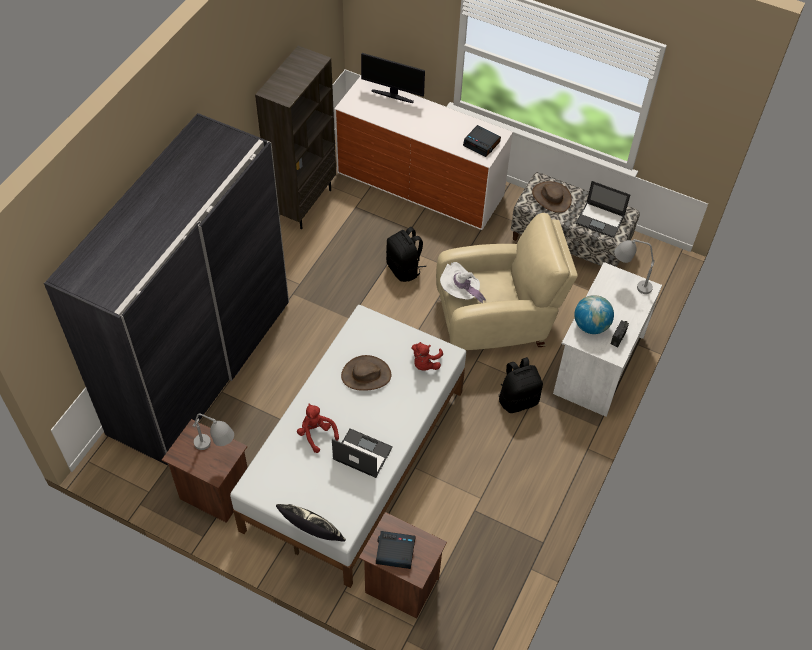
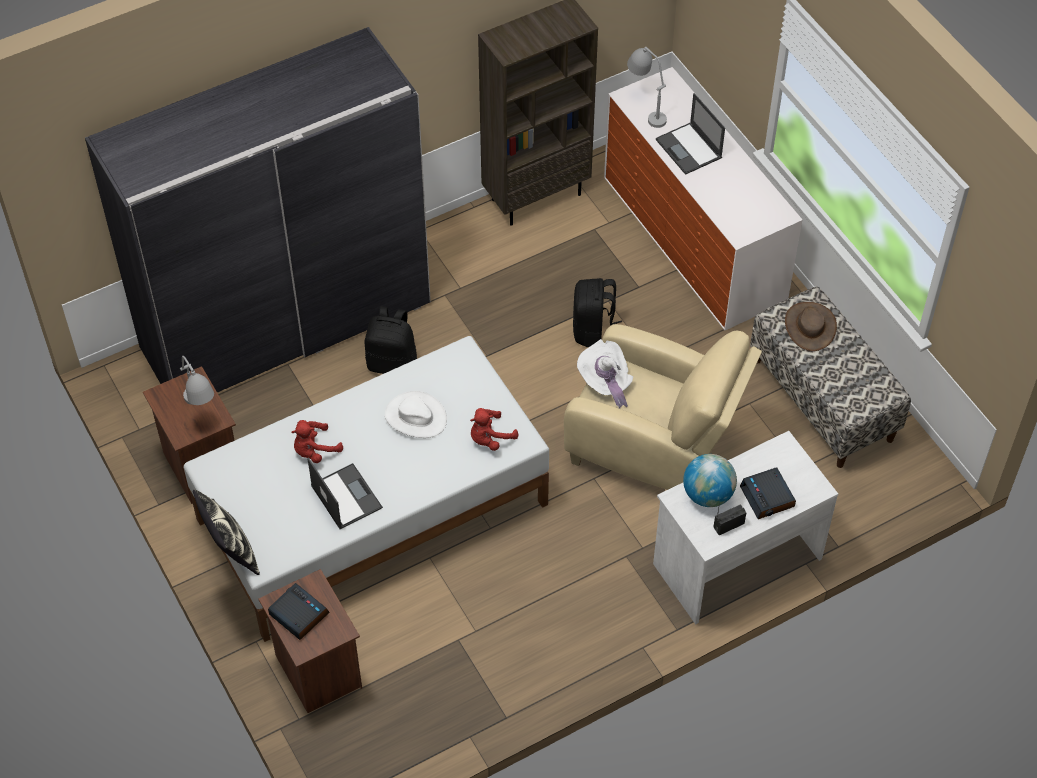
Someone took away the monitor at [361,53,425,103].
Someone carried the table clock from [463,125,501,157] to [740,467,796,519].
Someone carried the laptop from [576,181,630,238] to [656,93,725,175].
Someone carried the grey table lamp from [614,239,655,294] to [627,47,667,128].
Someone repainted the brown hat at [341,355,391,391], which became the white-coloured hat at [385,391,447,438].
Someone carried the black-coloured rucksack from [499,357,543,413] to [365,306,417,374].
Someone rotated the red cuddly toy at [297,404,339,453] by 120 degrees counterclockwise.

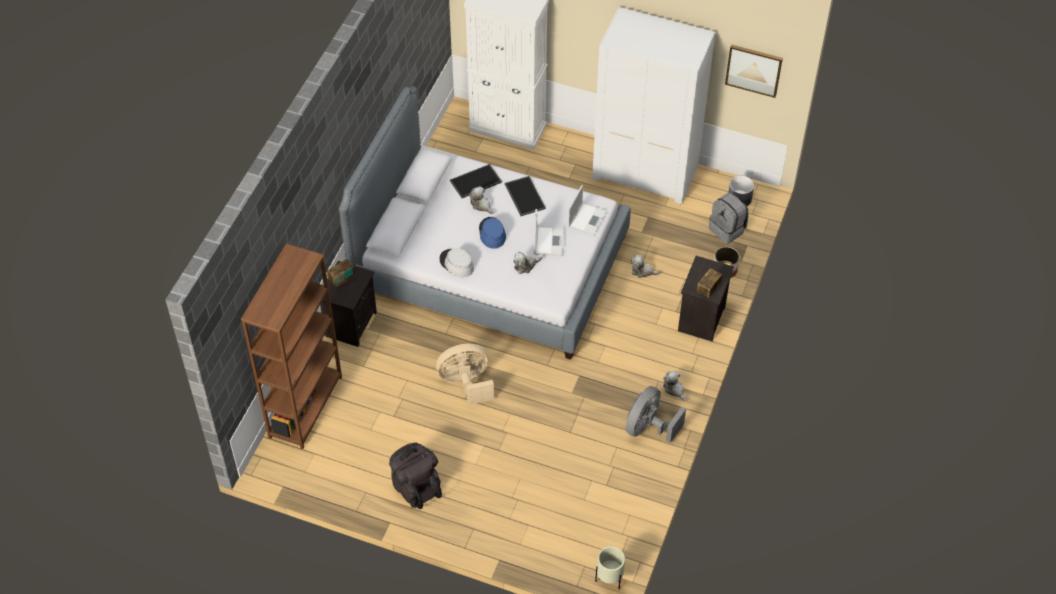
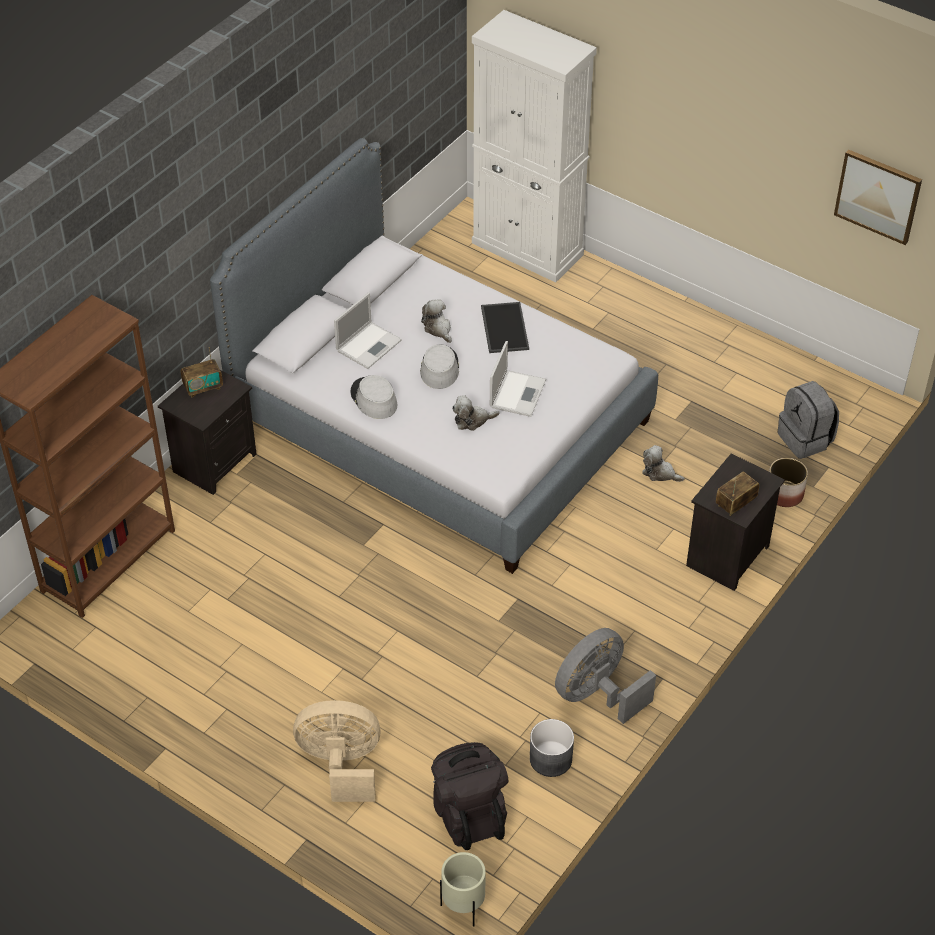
Someone took away the white-coloured wardrobe at [592,7,715,204].
Someone took away the carrying tray at [450,164,502,198].
Someone carried the grey flower pot from [728,176,754,206] to [530,719,574,777].
Someone carried the laptop from [568,185,607,236] to [334,292,402,369].
Someone repainted the bluish hat at [479,217,506,249], which became the grey hat at [420,344,459,389].
Someone carried the beige fan from [436,344,494,405] to [293,700,381,802].
Someone took away the cuddly toy at [663,371,687,401].
Someone carried the black-coloured rucksack from [389,443,442,509] to [431,742,508,850].

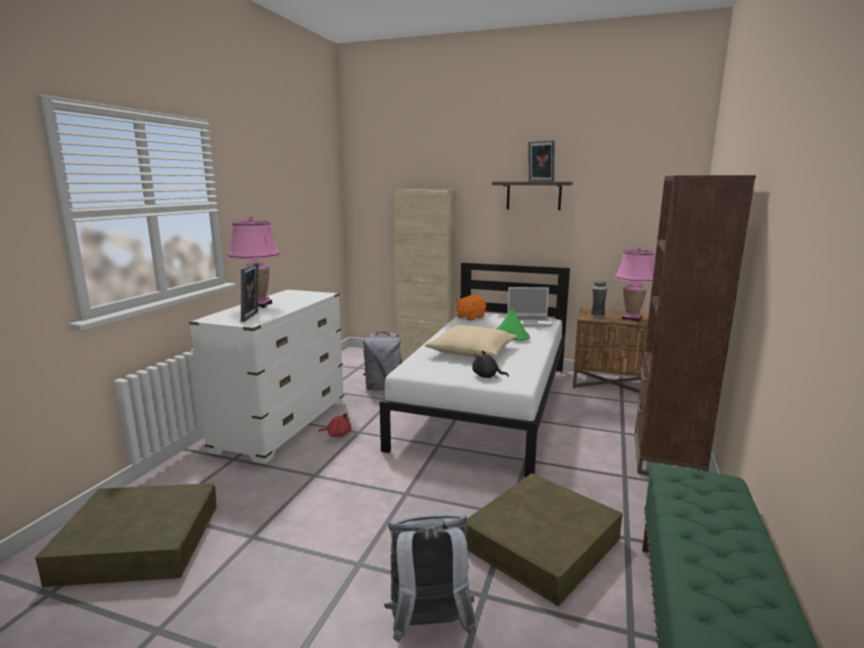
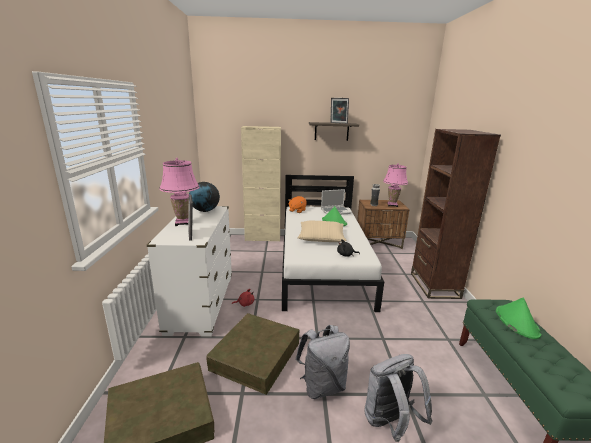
Someone carried the grey rucksack from [363,332,402,390] to [295,325,350,399].
Someone carried the brown storage container from [466,473,623,606] to [206,313,299,395].
Someone put down the world globe at [189,182,220,212].
Someone put down the green hat at [496,297,541,339].

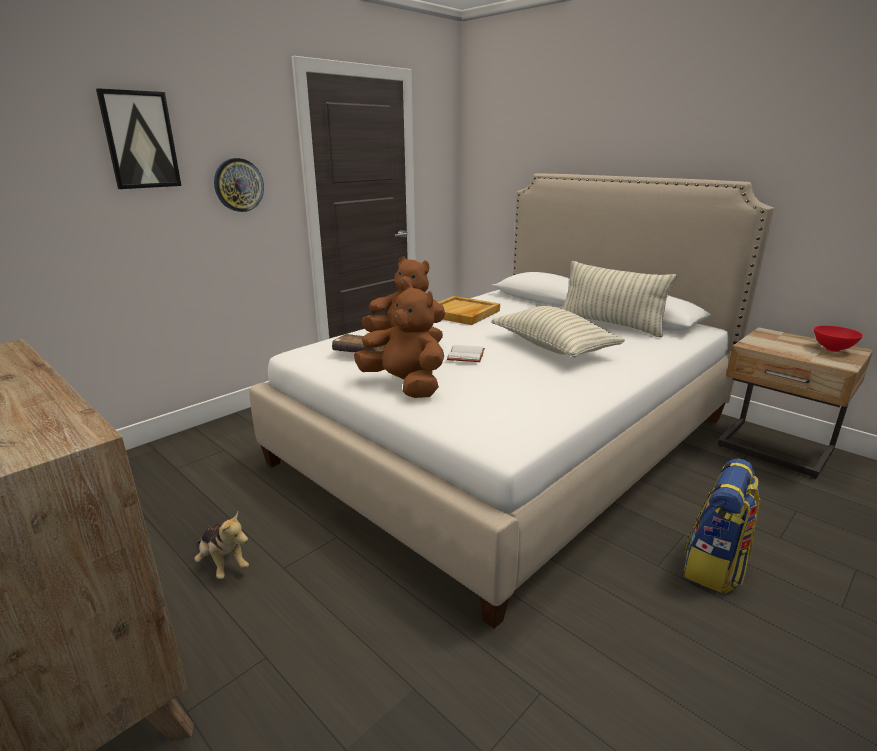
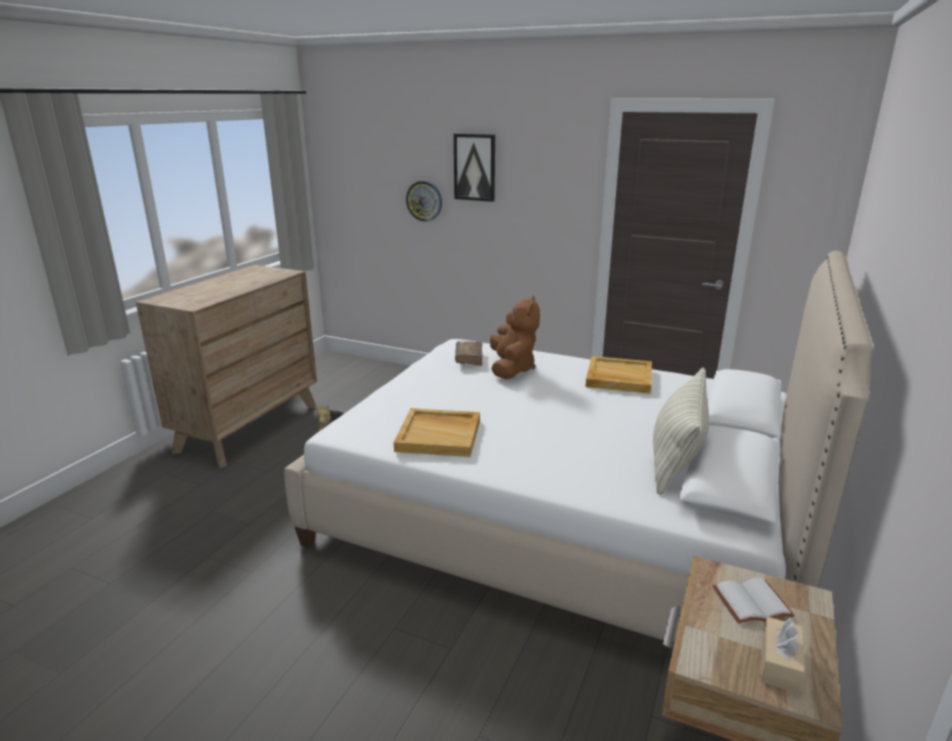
Someone carried the wall clock from [214,158,264,212] to [406,181,442,222].
Someone took away the brown cuddly toy at [354,284,444,398].
Someone took away the cushion at [491,306,625,357].
Someone swapped the red serving bowl at [814,325,863,352] for the beige box of tissues at [761,617,805,694].
Someone carried the white-coloured book from [447,345,485,362] to [713,578,795,623].
Someone took away the rucksack at [684,458,760,594].
Someone put down the beige carrying tray at [394,408,480,457].

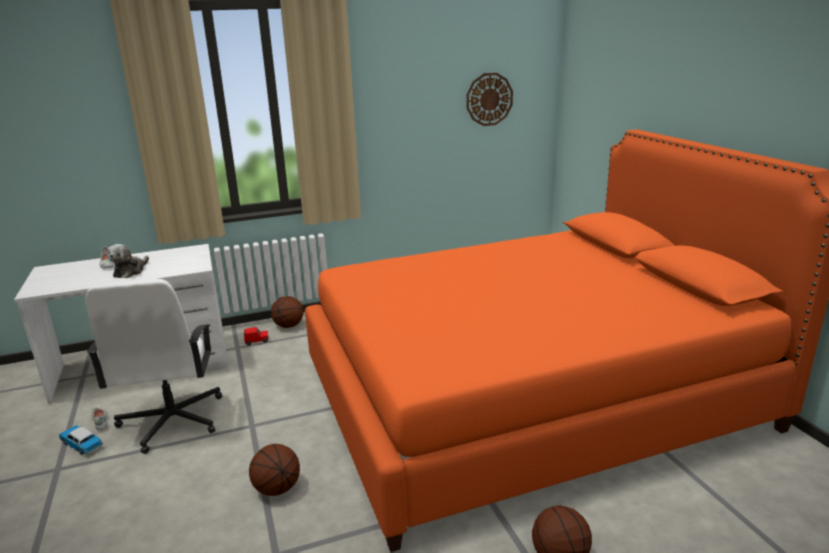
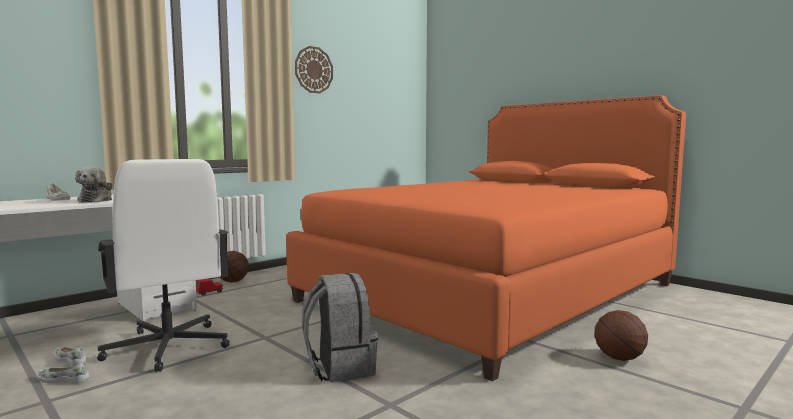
Someone carried the wall clock from [466,73,513,126] to [295,46,333,93].
Someone swapped the miniature car at [59,425,103,455] for the white-coloured low shoe at [36,362,89,384].
Someone swapped the ball for basketball at [249,444,300,496] for the grey rucksack at [302,273,378,383].

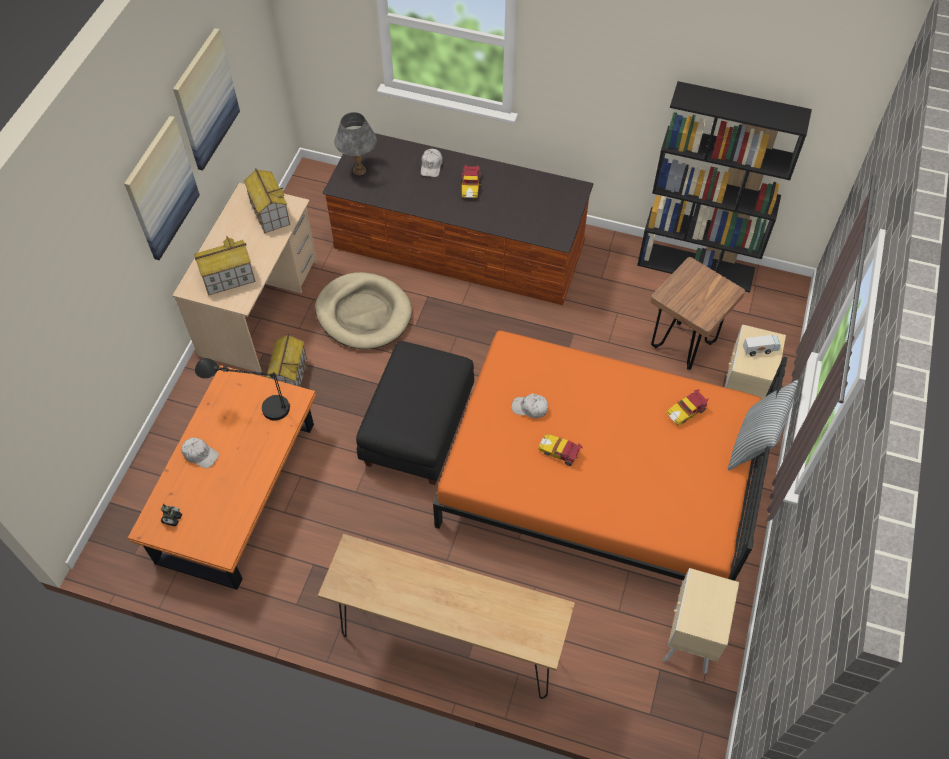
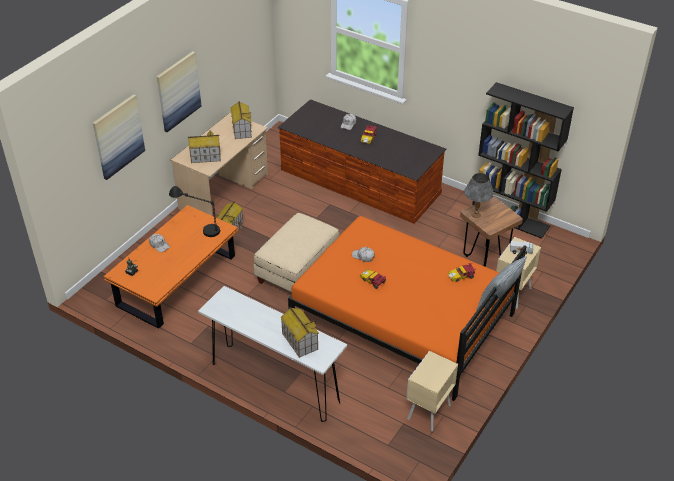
Someone carried the wall art from [173,28,240,170] to [93,94,145,180].
Someone carried the grey table lamp from [334,112,377,175] to [464,173,494,218].
Someone took away the beige dog cushion at [315,272,412,349].
Someone repainted the black-coloured footrest at [356,341,474,485], which became the beige footrest at [253,213,340,292].
Someone repainted the brown narrow table at [318,534,575,699], which became the white-coloured narrow table at [198,286,347,422].
Someone put down the miniature house at [280,307,319,358].

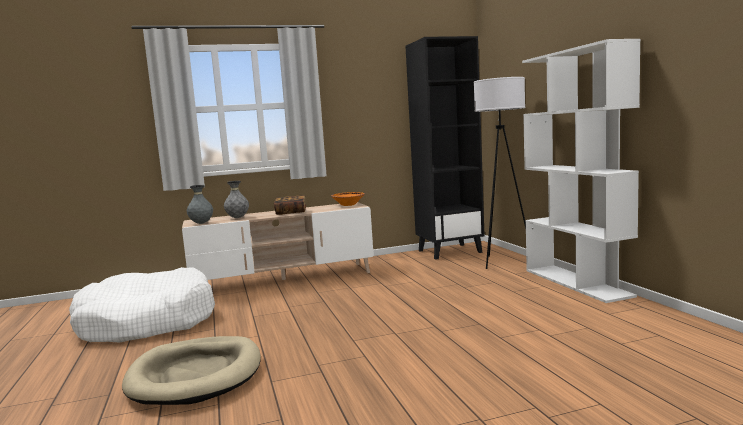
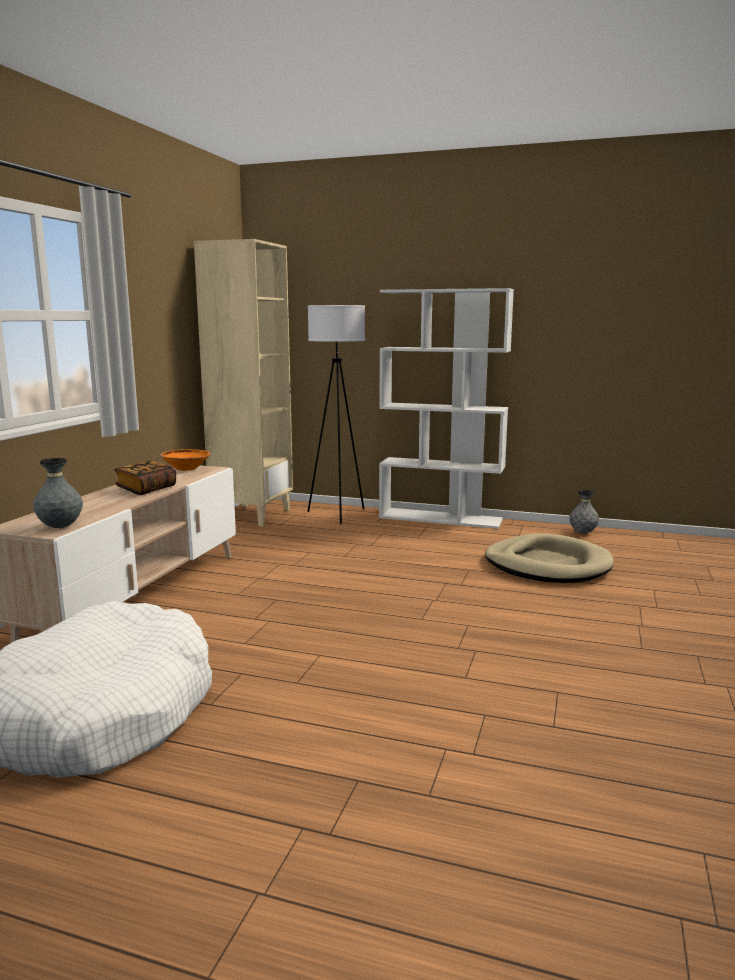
Someone repainted the black-coloured bookshelf at [405,36,485,260], which became the beige bookshelf at [194,239,293,527].
Someone carried the grey decorative vase from [224,181,249,218] to [569,490,599,534].
Someone carried the beige dog cushion from [122,336,261,405] to [485,533,614,583].

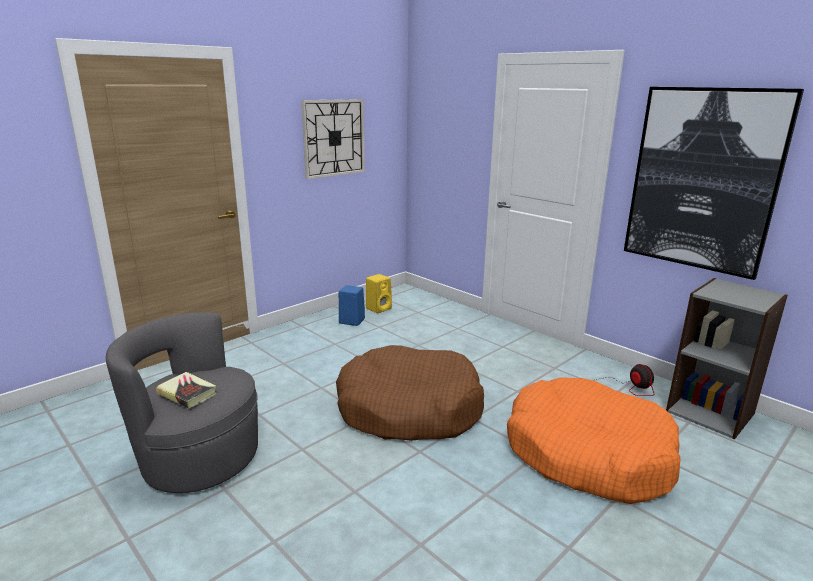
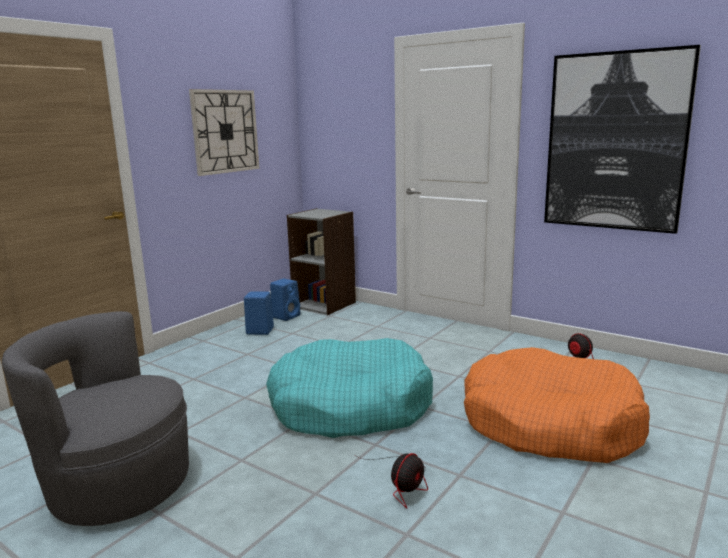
Someone repainted the yellow speaker at [366,274,392,313], which became the bluish speaker at [270,279,300,321].
Someone carried the grey bookshelf from [666,278,788,439] to [287,208,356,315].
Someone repainted the brown dog cushion at [336,345,484,441], which became the blue-green dog cushion at [266,338,433,438].
Someone took away the book at [156,372,216,409].
Someone put down the fan at [354,453,428,509].

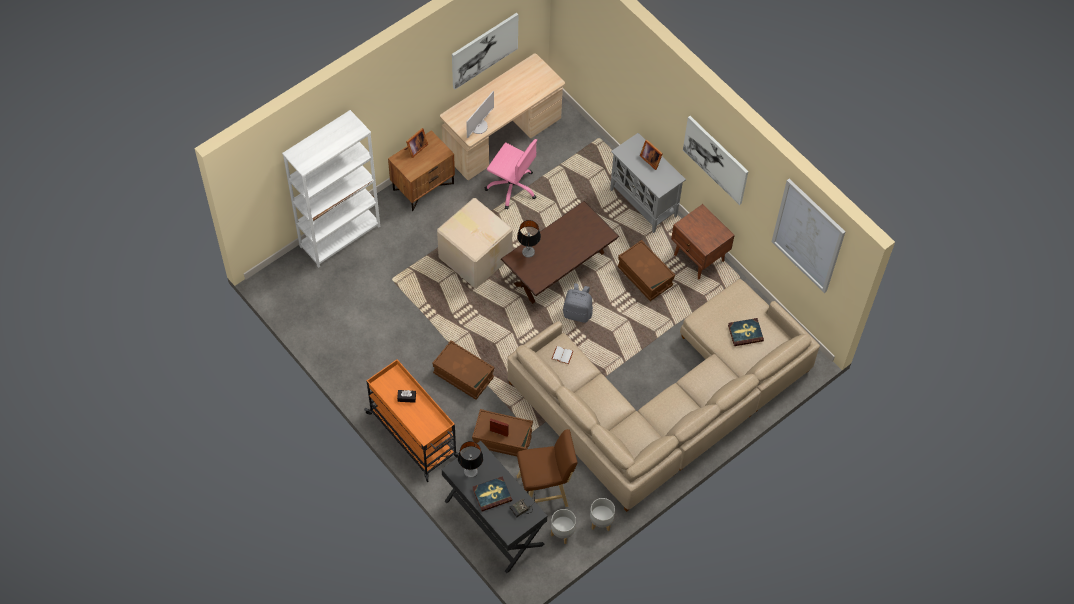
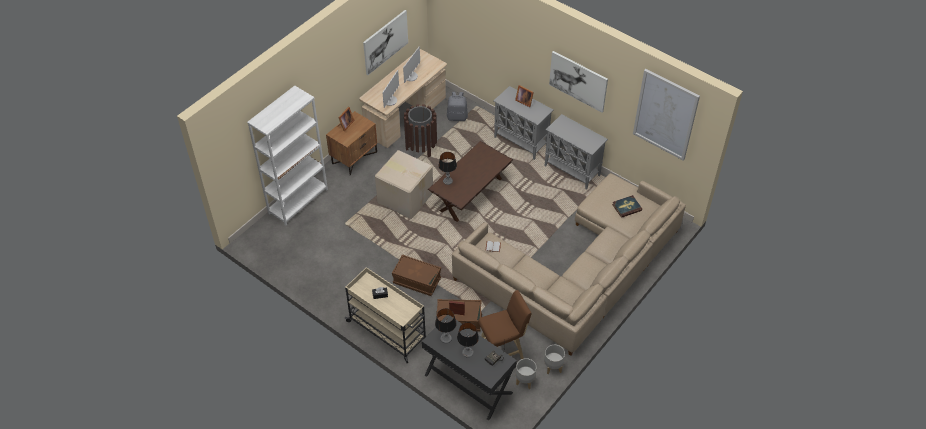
Someone swapped the pink-coloured desk chair at [485,139,537,209] for the brown waste bin at [404,104,437,157].
Someone swapped the brown bedside table at [671,204,735,279] for the grey storage cabinet at [545,114,608,190].
Someone took away the brown storage container at [618,240,675,301].
Someone carried the grey rucksack from [563,283,593,323] to [447,92,468,121].
Someone repainted the orangey cart at [364,359,459,482], which became the beige cart at [345,267,426,363].
Someone swapped the book at [473,476,512,512] for the table lamp at [457,322,479,357].
Someone put down the monitor at [403,46,420,83].

